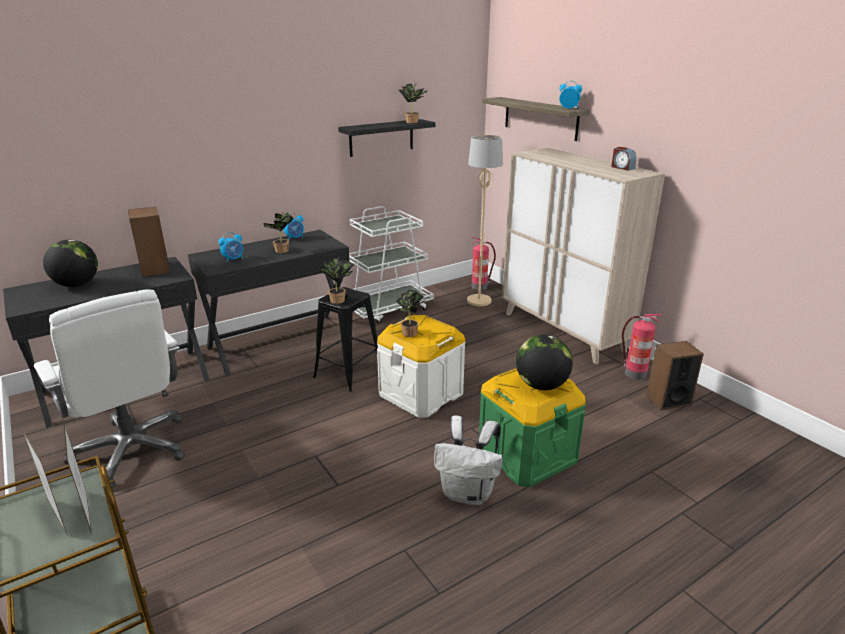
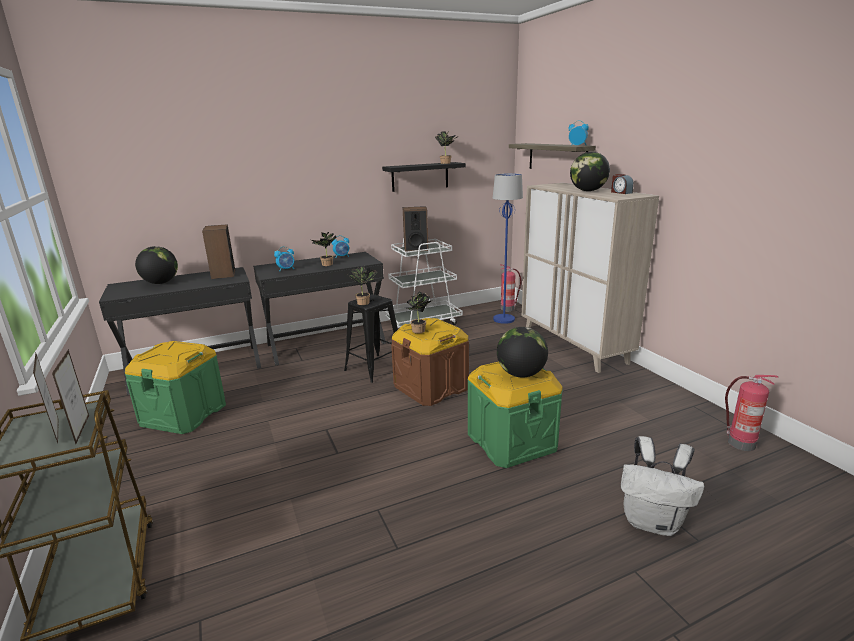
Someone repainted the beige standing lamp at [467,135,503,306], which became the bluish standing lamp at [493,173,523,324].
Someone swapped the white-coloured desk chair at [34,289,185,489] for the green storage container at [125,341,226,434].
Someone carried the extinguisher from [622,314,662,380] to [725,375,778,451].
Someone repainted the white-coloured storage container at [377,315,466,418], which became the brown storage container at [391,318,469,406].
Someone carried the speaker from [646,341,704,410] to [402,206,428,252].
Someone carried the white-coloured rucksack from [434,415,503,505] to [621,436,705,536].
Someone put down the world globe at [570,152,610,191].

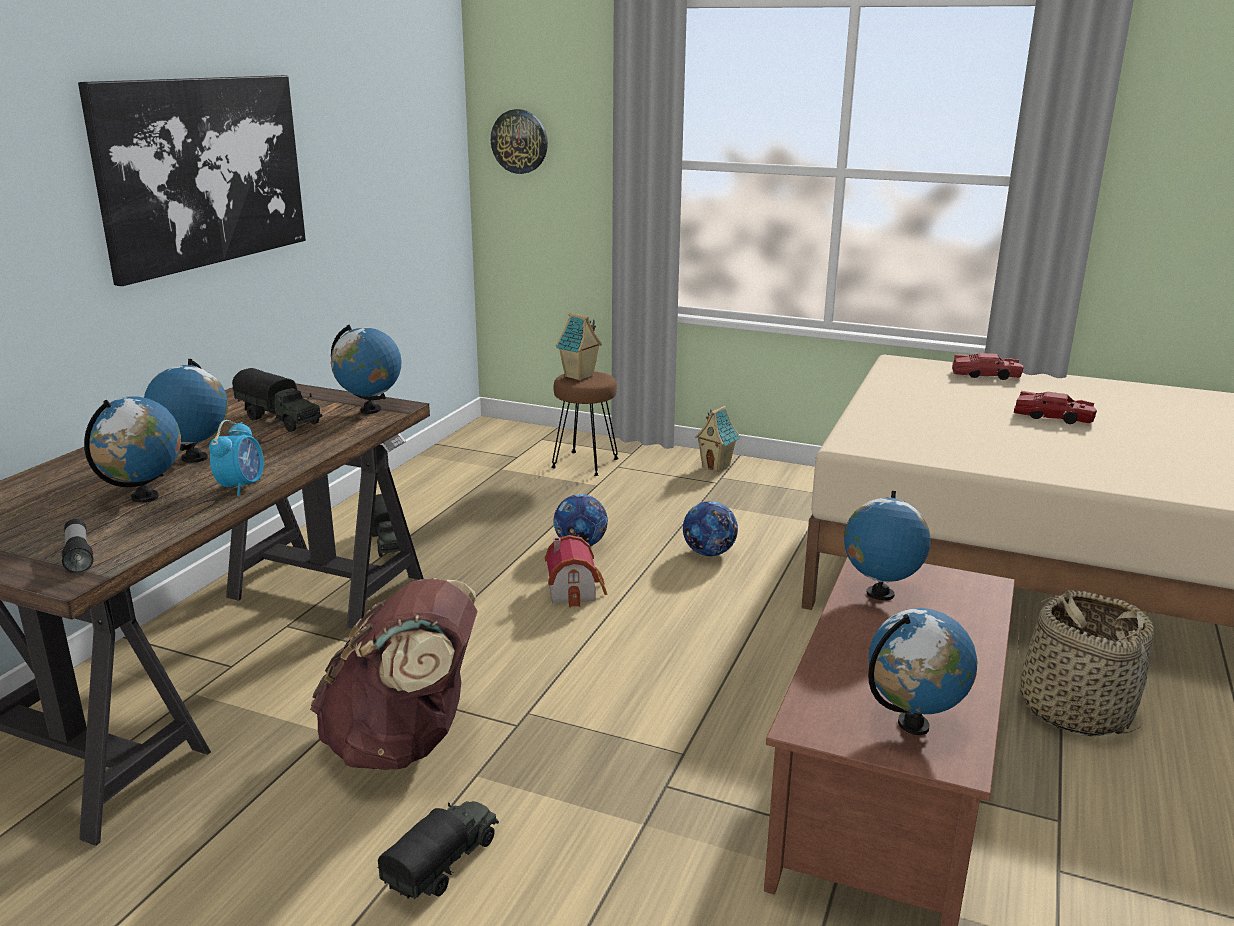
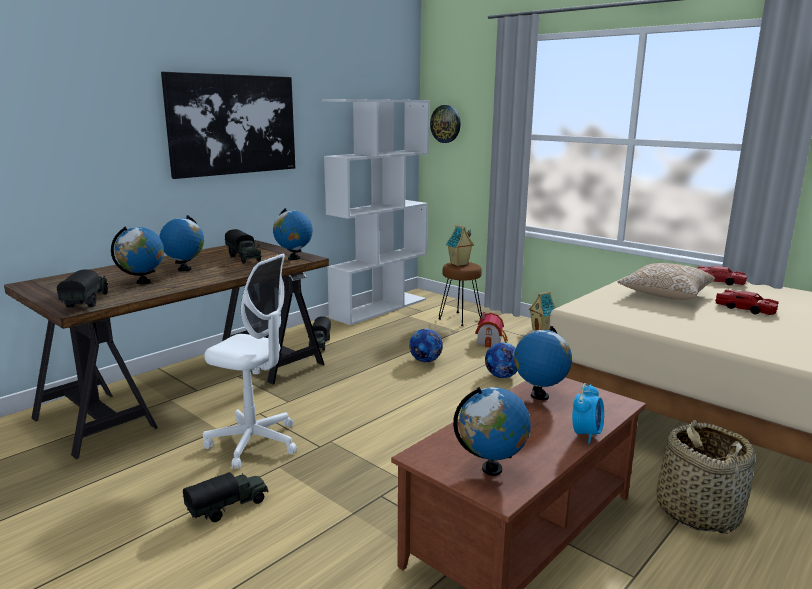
Someone carried the table clock from [209,420,264,496] to [572,383,604,444].
Someone swapped the torch at [62,519,94,573] for the toy truck at [57,269,108,307].
Someone carried the miniature house from [545,535,607,607] to [475,312,508,347].
Someone swapped the brown rucksack at [310,578,478,770] for the white-coloured desk chair at [203,253,297,469].
Someone put down the white-coloured bookshelf at [322,99,430,325].
Someone put down the cushion at [617,263,715,300].

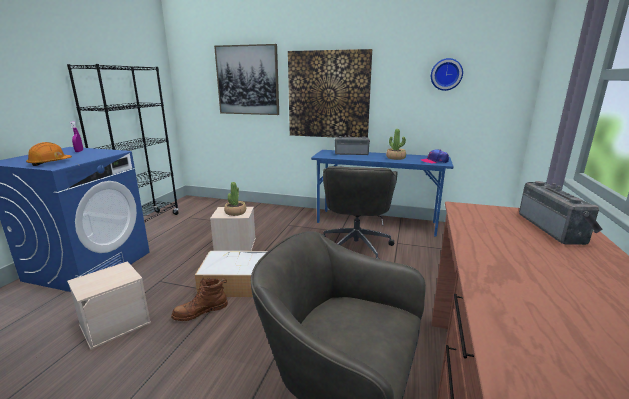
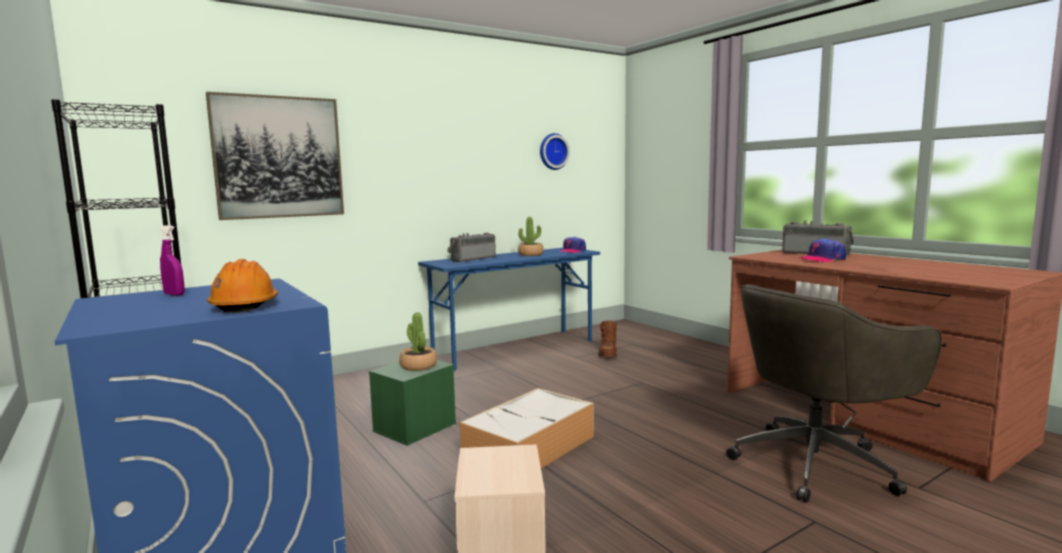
Someone took away the wall art at [288,49,372,138].
Someone took away the grey desk chair at [322,166,398,259].
Someone repainted the beige storage container at [210,207,256,251], which became the green storage container at [369,360,456,446].
Someone carried the brown tall boot from [171,278,228,321] to [598,320,617,357].
Someone put down the baseball cap at [799,238,846,262].

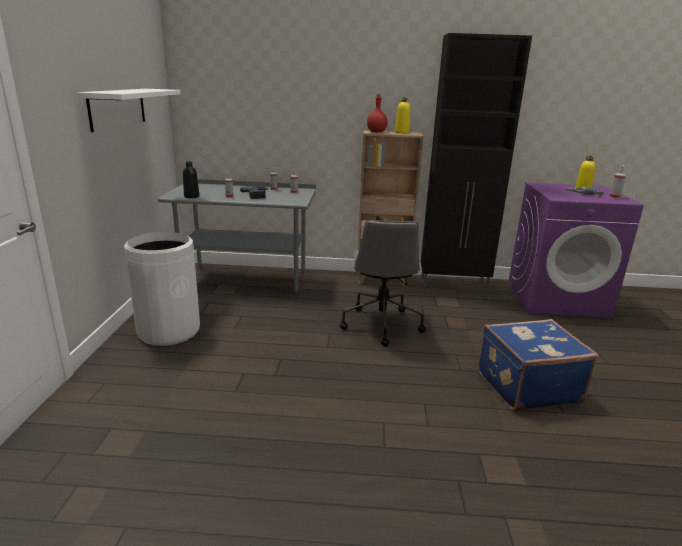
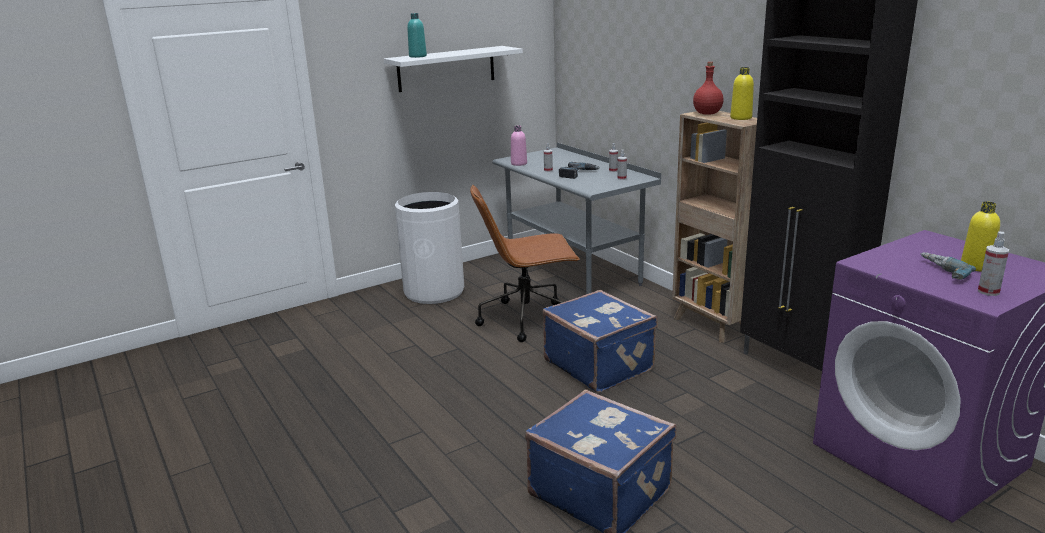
Someone repainted the black-coloured bottle at [183,162,199,198], which became the pink-coloured bottle at [511,126,527,166].
Someone swapped the grey desk chair at [340,220,426,347] for the bluish suitcase at [543,290,658,393].
Someone put down the blue-green bottle at [407,13,427,58].
Someone put down the brown desk chair at [470,185,580,342].

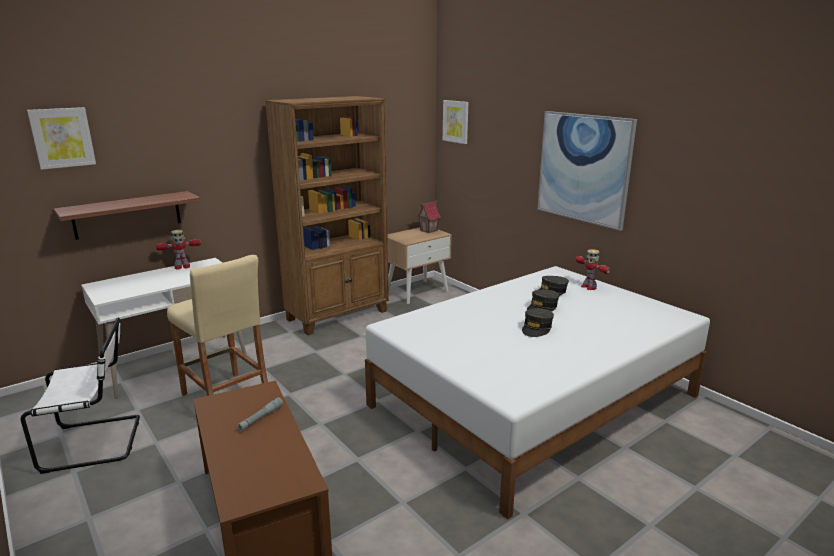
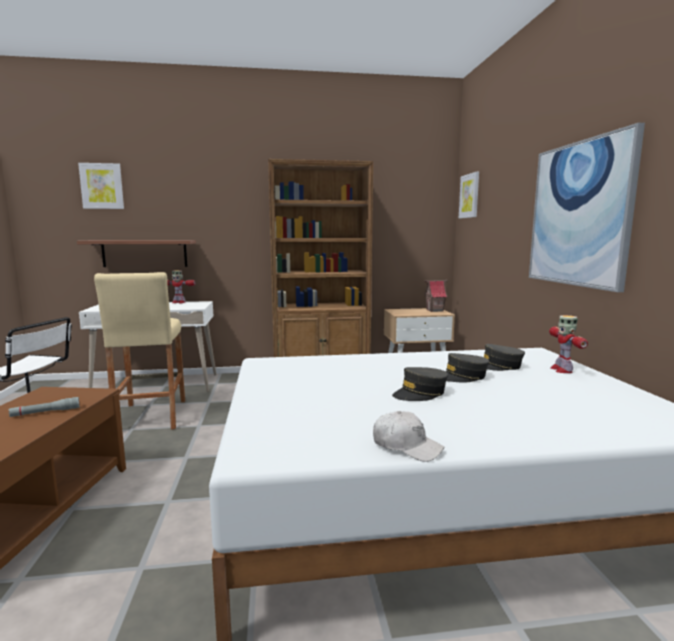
Someone put down the white-coloured baseball cap at [373,411,444,462].

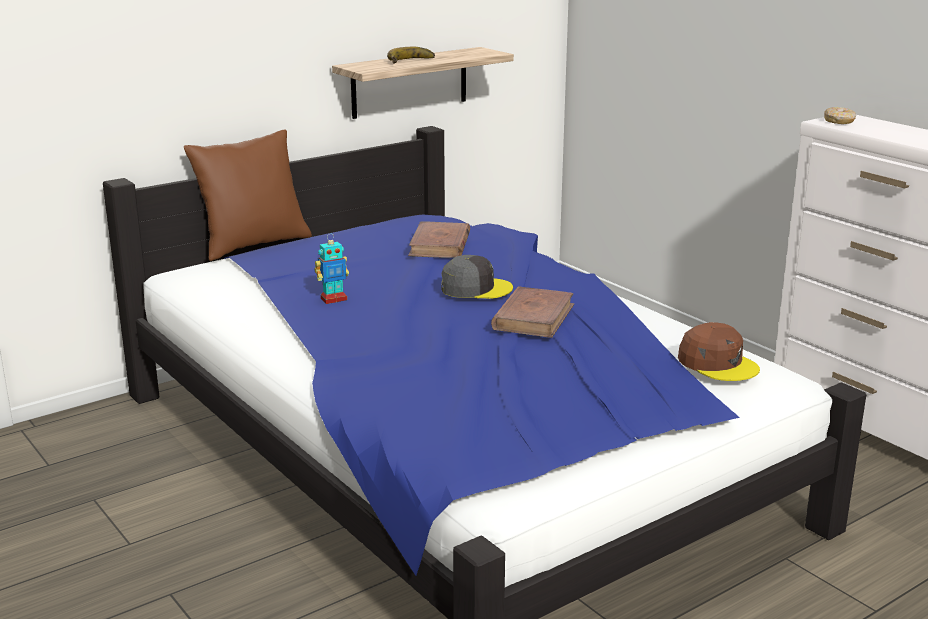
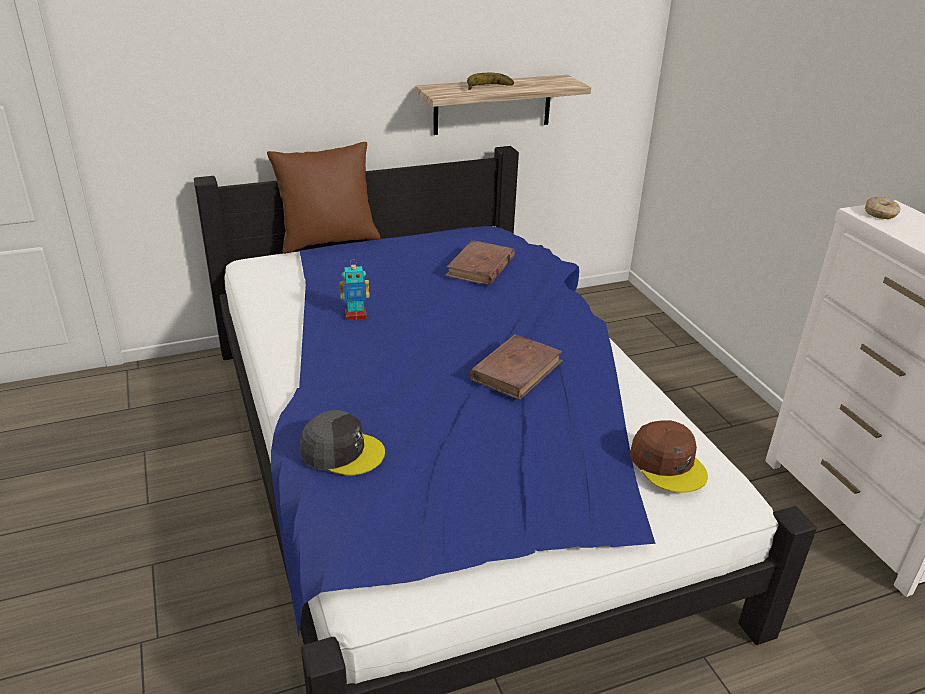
Someone carried the grey baseball cap from [441,255,513,299] to [300,410,385,476].

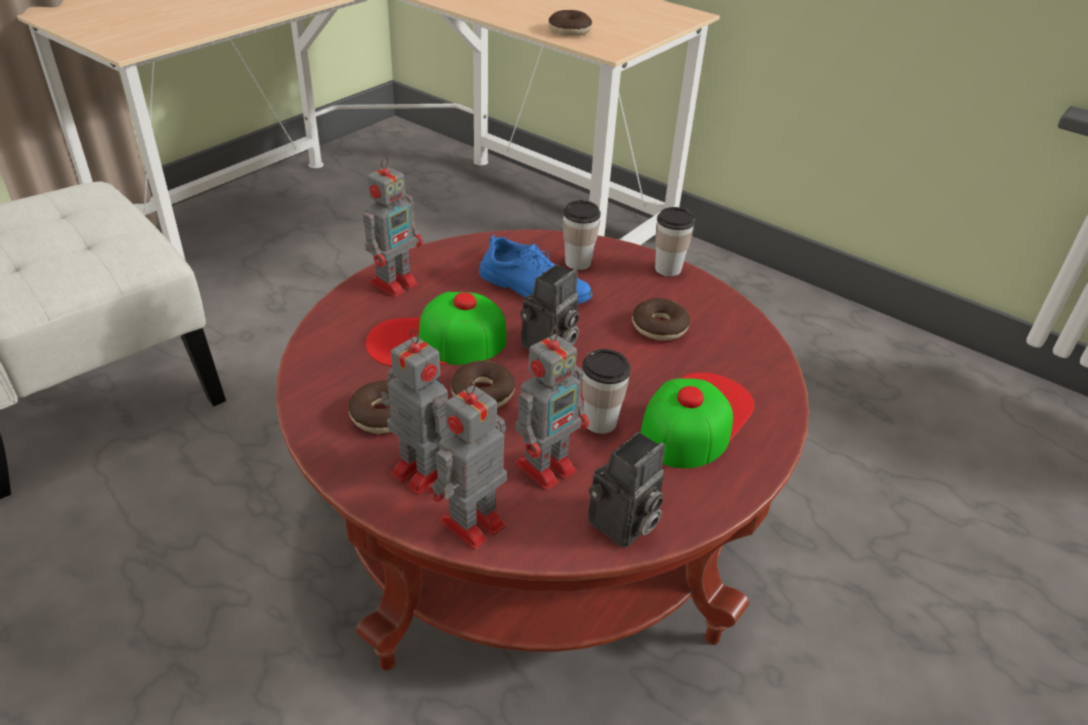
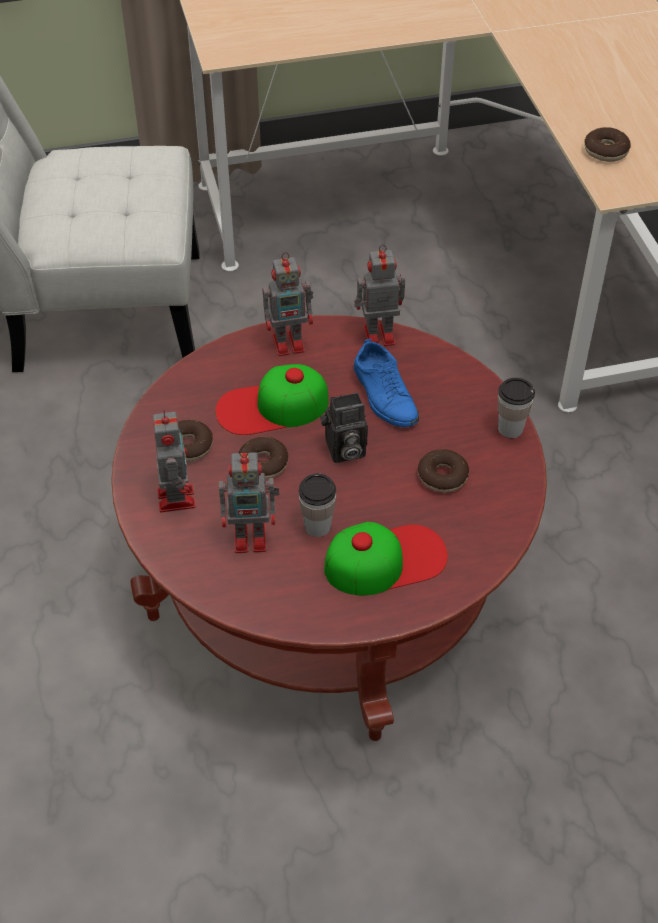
Someone took away the small cup at [563,200,601,270].
Someone rotated the baseball cap at [366,292,506,366] by 45 degrees counterclockwise.
Someone carried the model robot from [427,379,507,550] to [354,245,405,346].
Someone took away the still camera at [588,432,665,548].

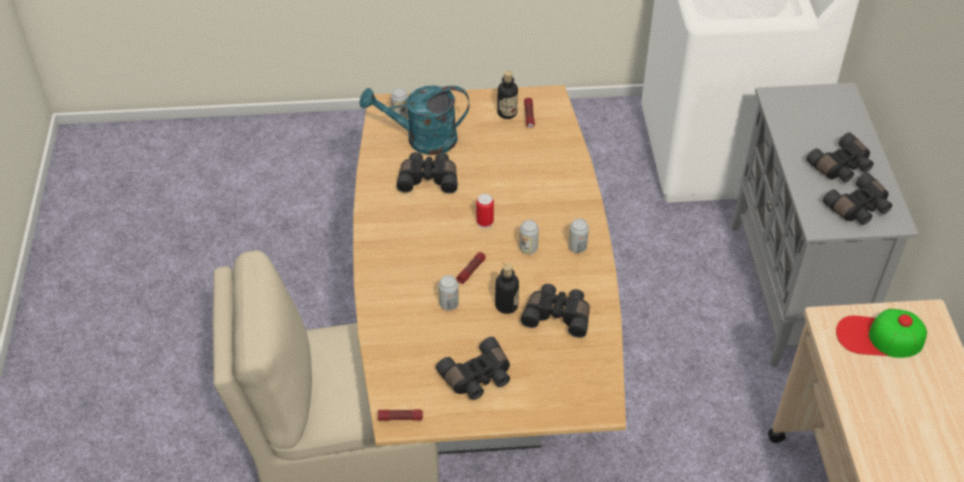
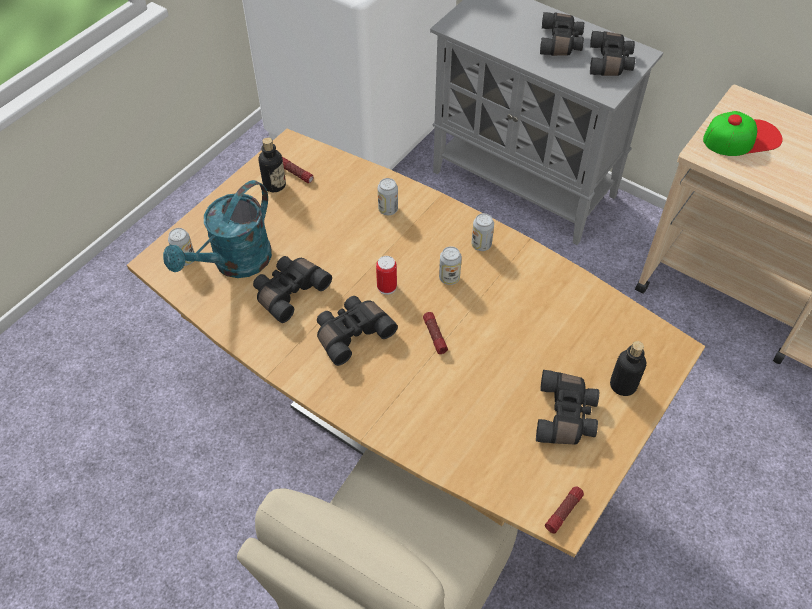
Someone carried the bottle from [495,263,519,314] to [610,341,646,396].
Someone carried the can from [439,275,459,310] to [378,178,398,215].
Someone carried the black-coloured field glasses from [520,284,590,338] to [317,296,398,366].
Someone rotated the baseball cap at [836,309,927,358] by 150 degrees counterclockwise.

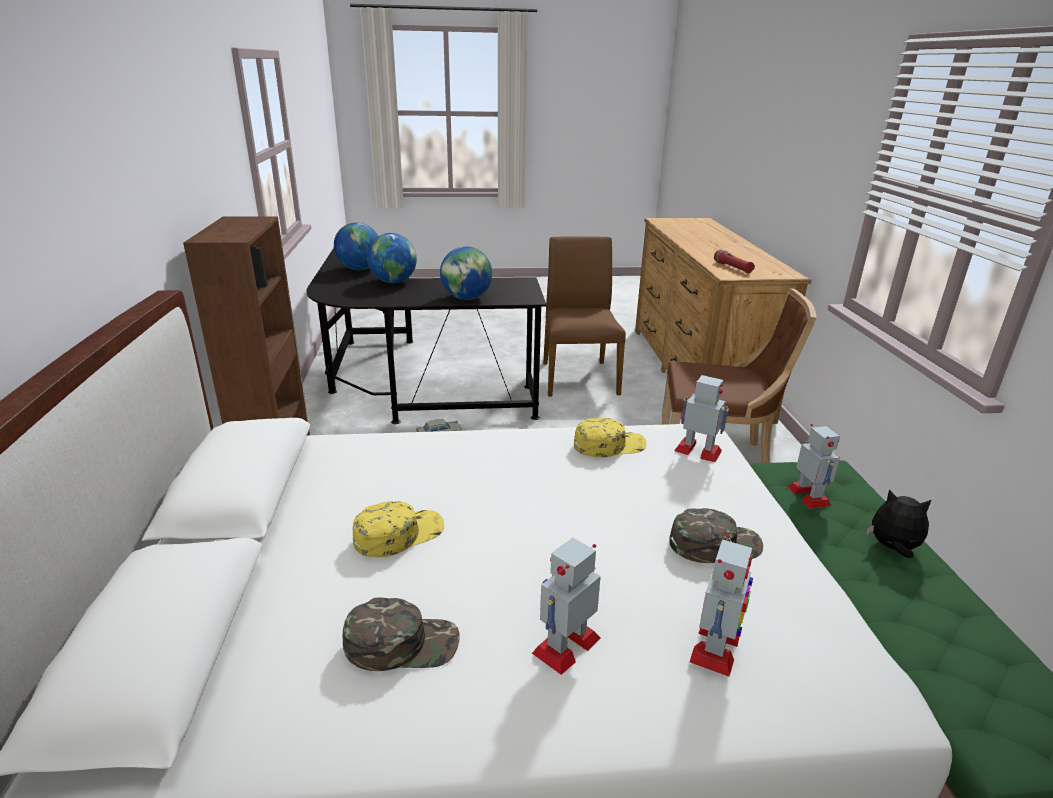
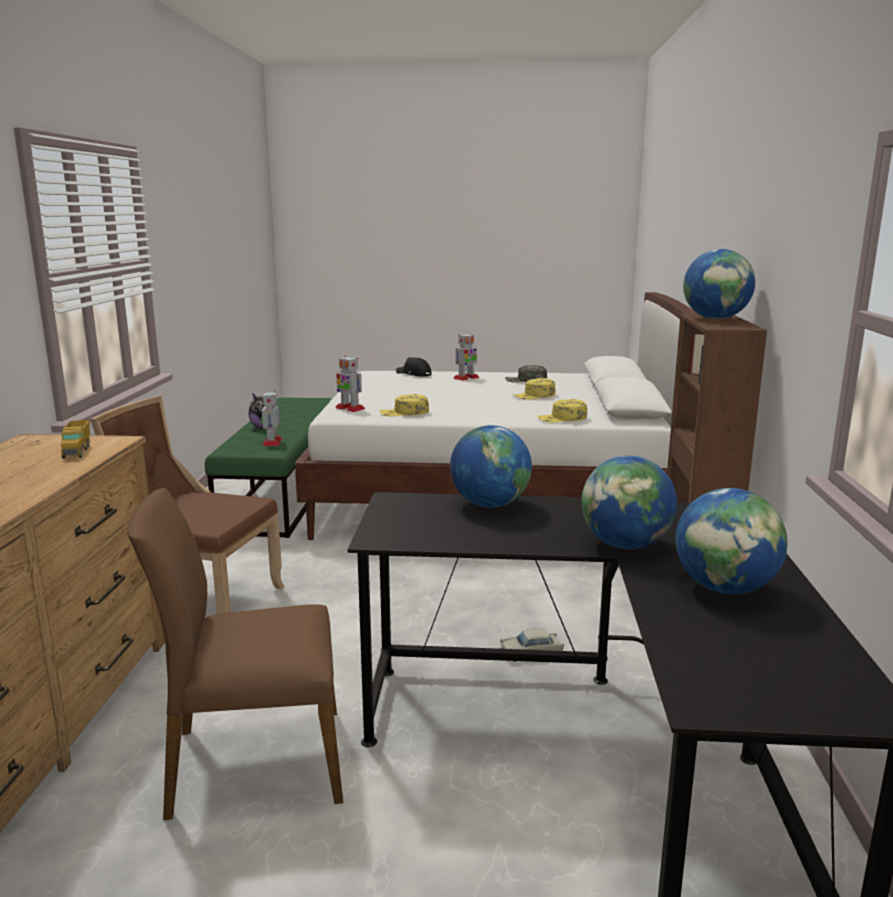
Someone rotated the brown upright chair at [543,236,626,396] by 75 degrees clockwise.
Someone swapped the red torch at [714,250,755,273] for the toy truck at [61,420,90,459].
Someone took away the green baseball cap at [670,508,763,563].
Someone swapped the model robot at [690,534,753,677] for the black-coloured baseball cap at [396,357,432,377].
Someone put down the world globe at [683,249,755,319].
Someone put down the yellow baseball cap at [537,399,587,423].

